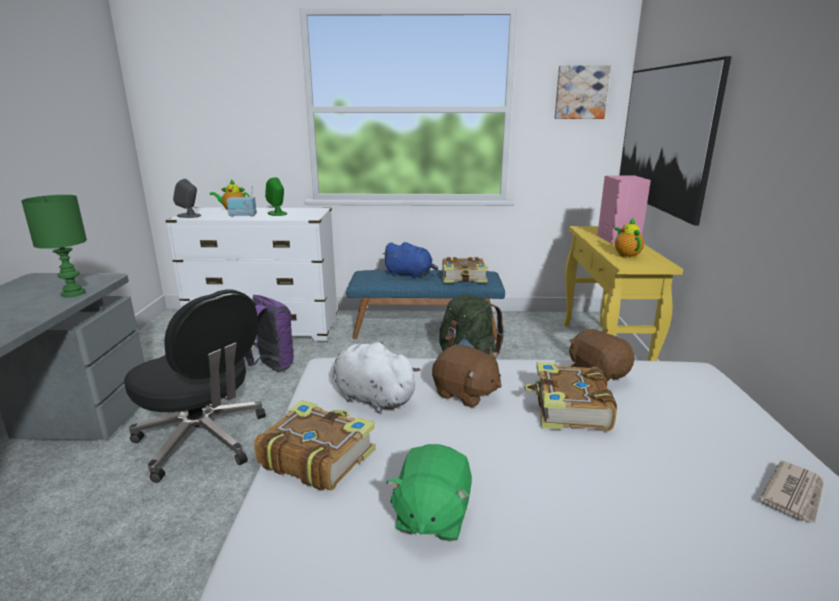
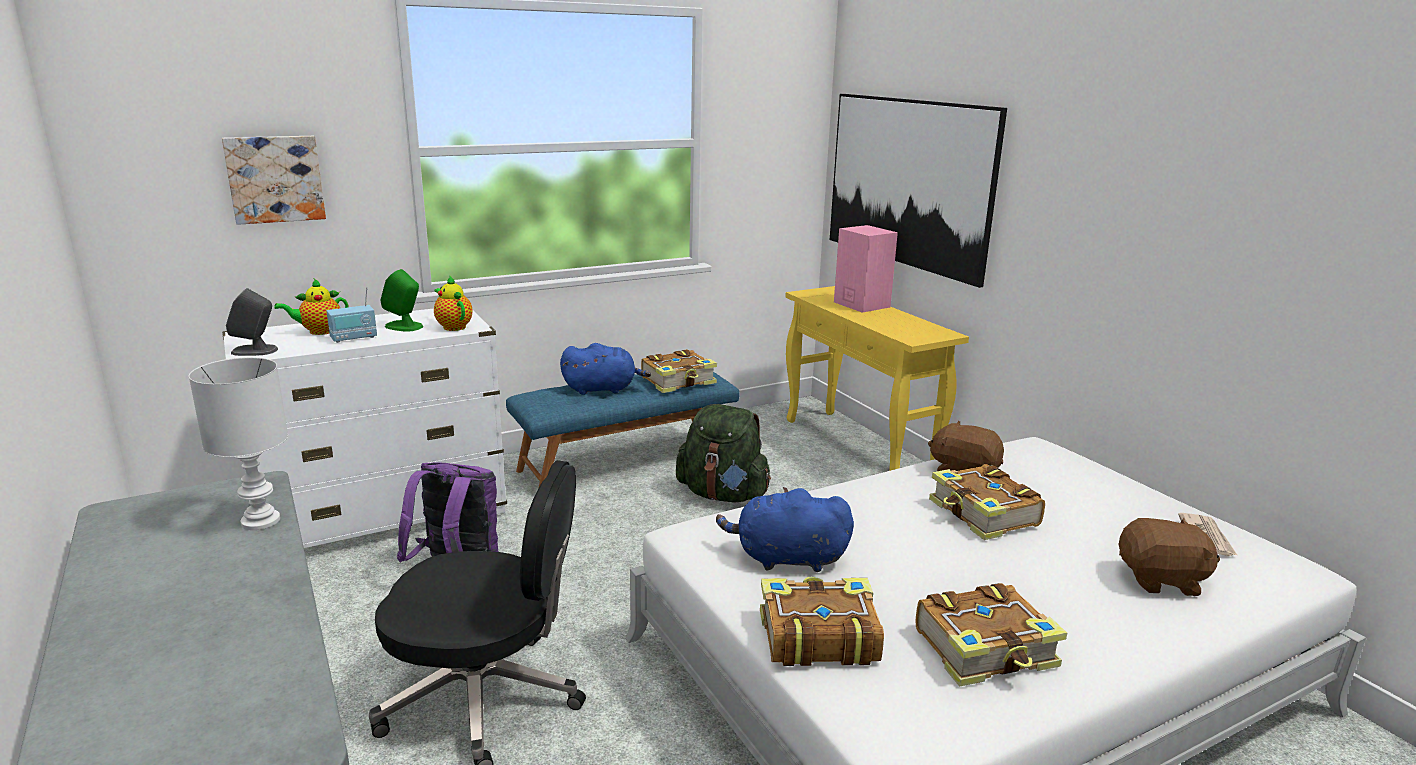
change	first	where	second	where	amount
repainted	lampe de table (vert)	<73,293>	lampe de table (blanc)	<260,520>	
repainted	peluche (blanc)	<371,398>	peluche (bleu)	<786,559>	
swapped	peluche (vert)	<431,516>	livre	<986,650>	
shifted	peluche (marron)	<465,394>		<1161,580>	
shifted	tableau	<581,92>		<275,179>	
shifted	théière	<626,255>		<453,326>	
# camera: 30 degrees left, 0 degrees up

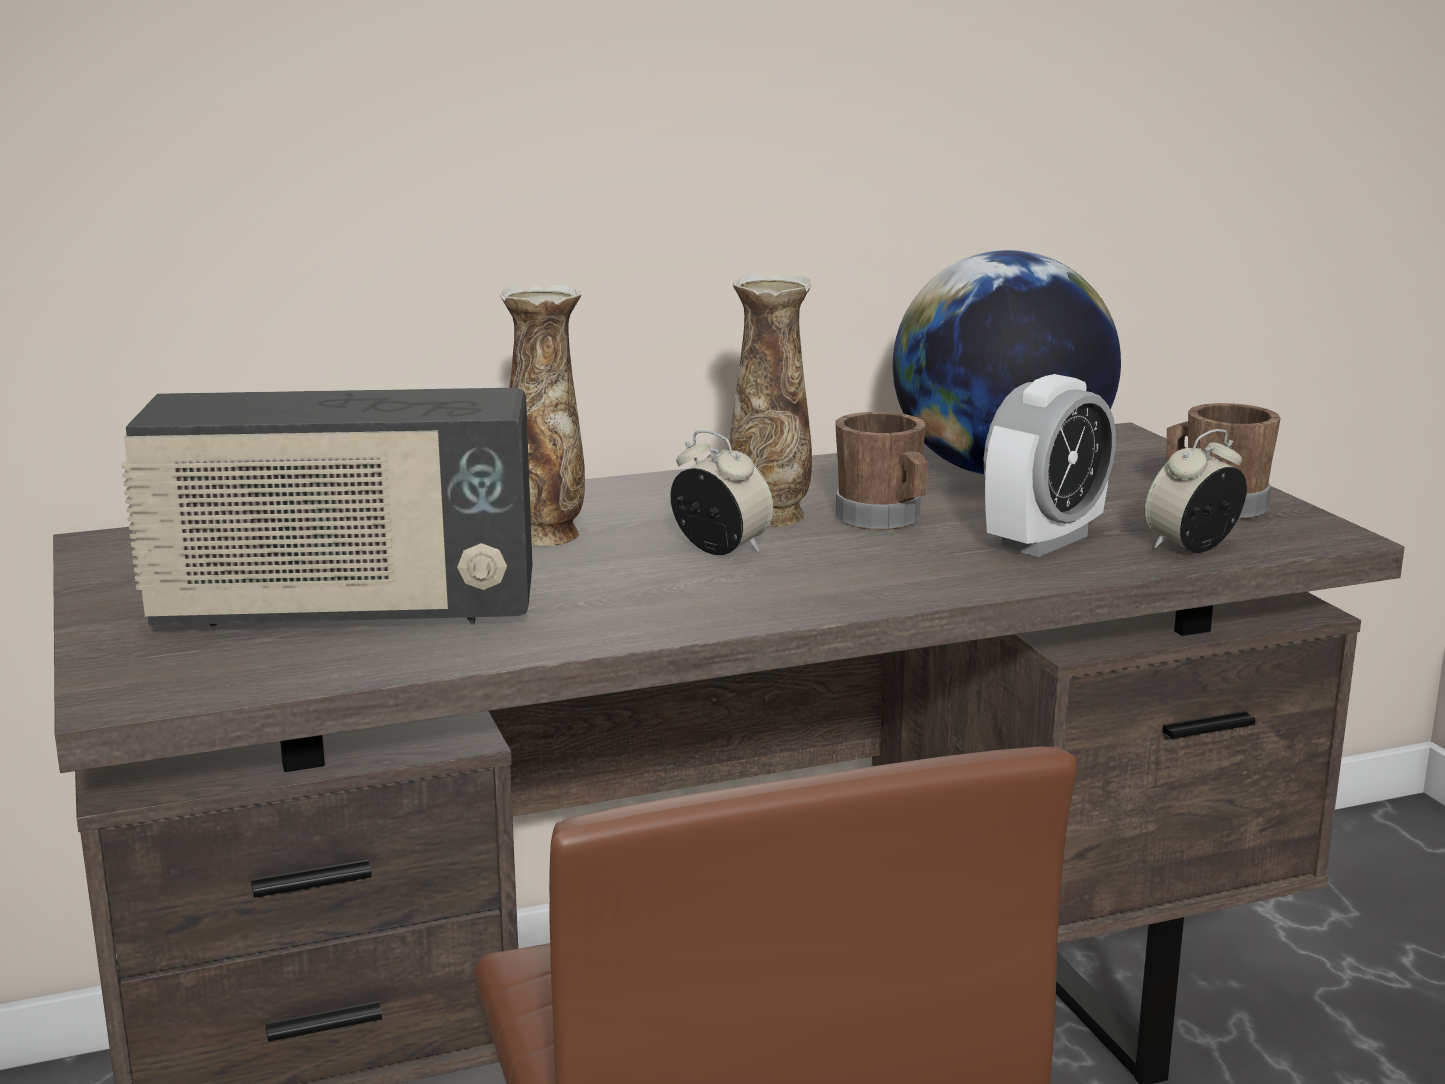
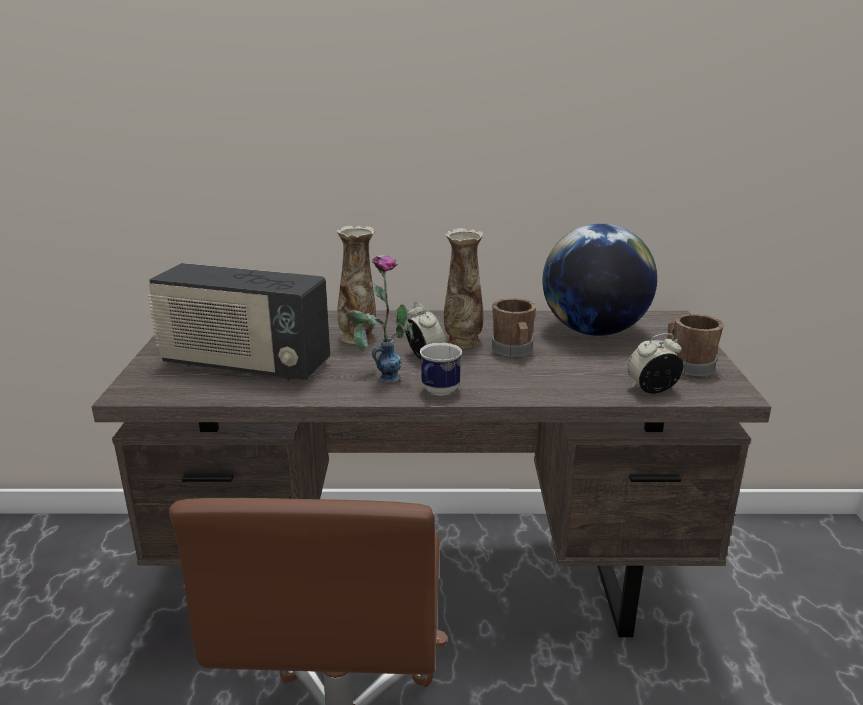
change	first	where	second	where	amount
gone	réveil	<1044,541>			
new			vase	<381,374>	
new			mug	<437,392>	
# camera: 20 degrees right, 5 degrees up

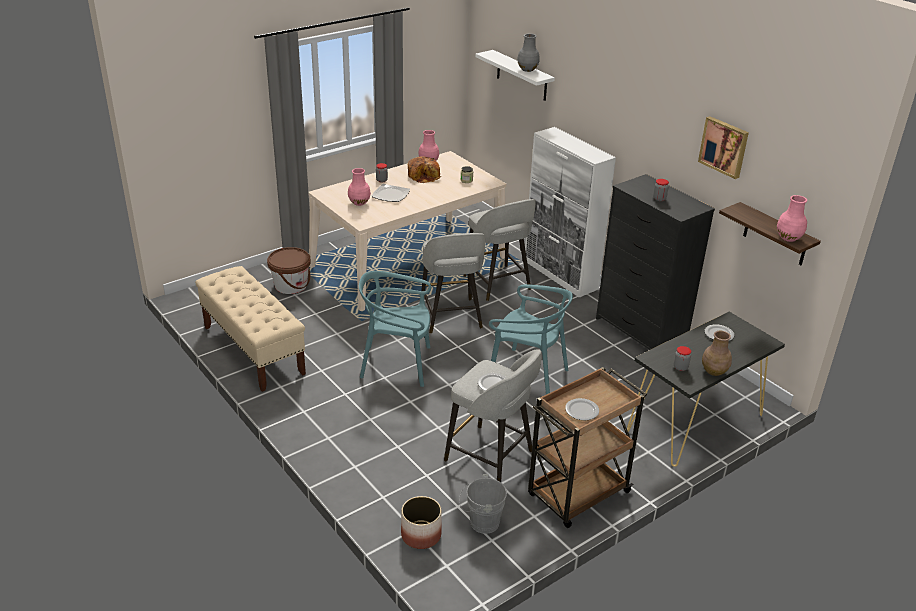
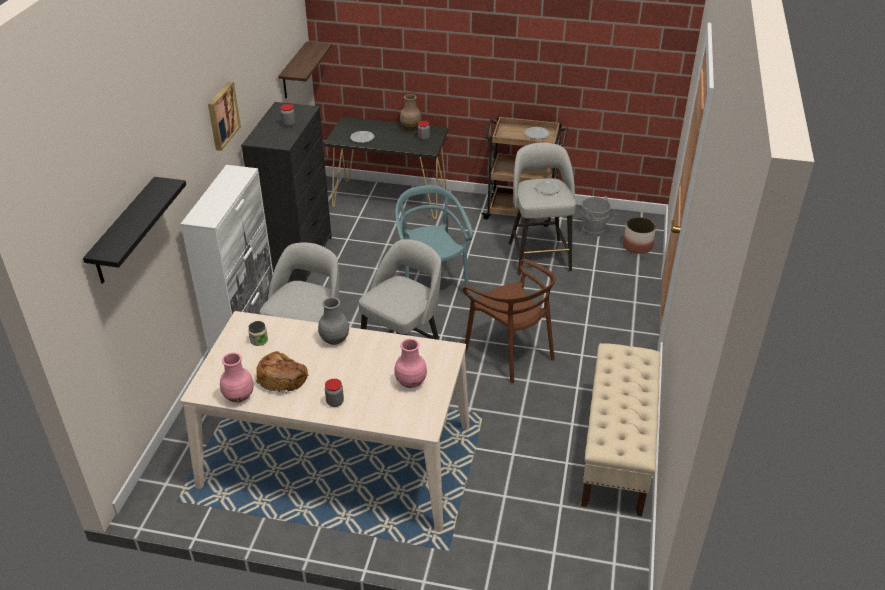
change	first	where	second	where	amount
gone	seau (marron)	<291,285>			
repainted	chaise (turquoise)	<397,364>	chaise (marron)	<510,352>	
gone	assiette	<391,195>			
repainted	étagère (blanc)	<522,76>	étagère (noir)	<125,232>	
shifted	vase (gris)	<527,69>		<335,339>	
shifted	tableau	<724,146>		<222,115>	
gone	vase (rose)	<789,238>			
# camera: 130 degrees left, 5 degrees up

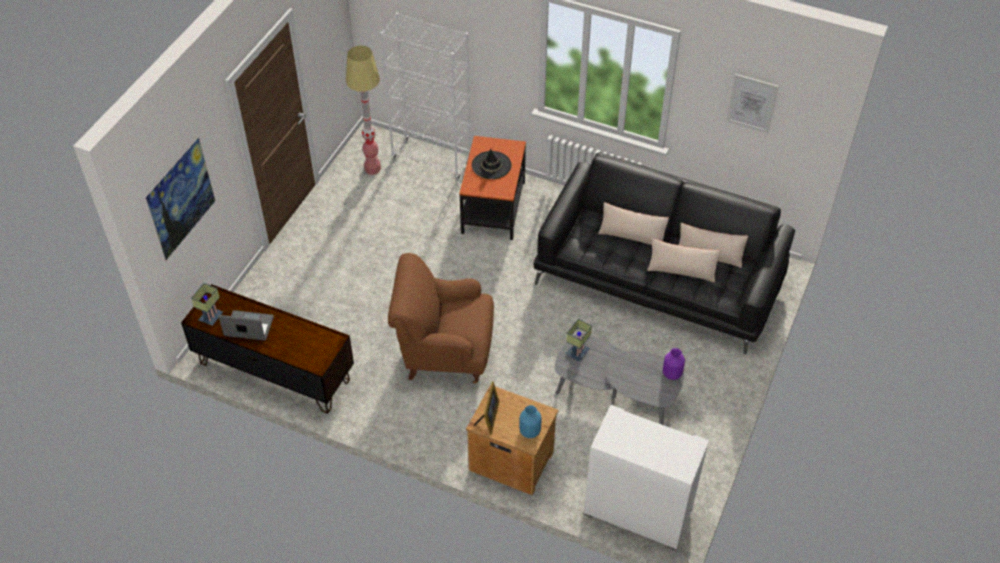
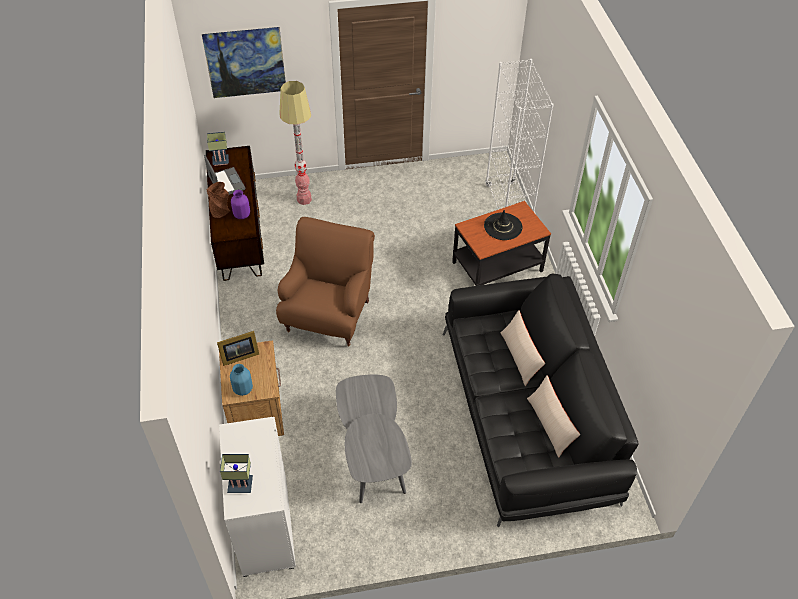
change	first	where	second	where	amount
shifted	lampadaire	<372,169>		<304,199>	
rotated	fauteuil (marron)	<445,352>		<329,315>	45 degrees clockwise
shifted	lampe de table	<577,353>		<239,486>	
gone	coussin (beige)	<681,270>			
shifted	vase (violet)	<672,373>		<242,215>	
gone	tableau	<752,103>			
new			vase (marron)	<220,210>	
# camera: 55 degrees right, 0 degrees up

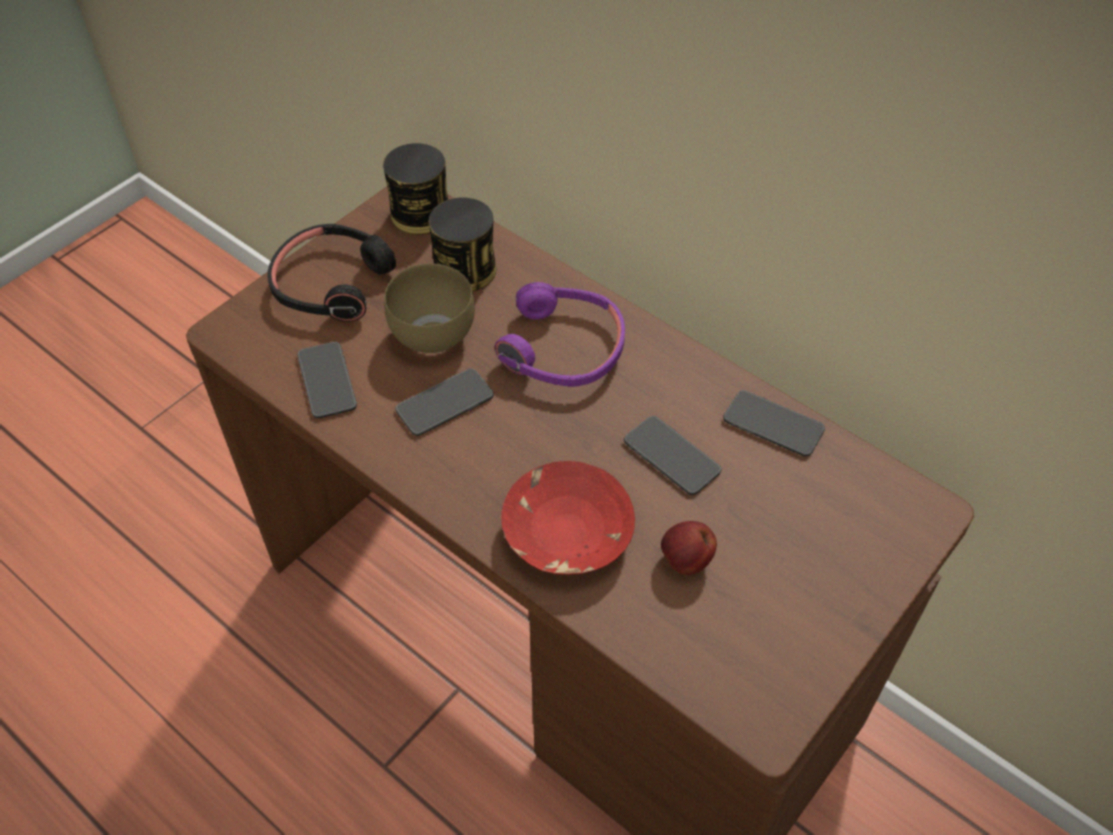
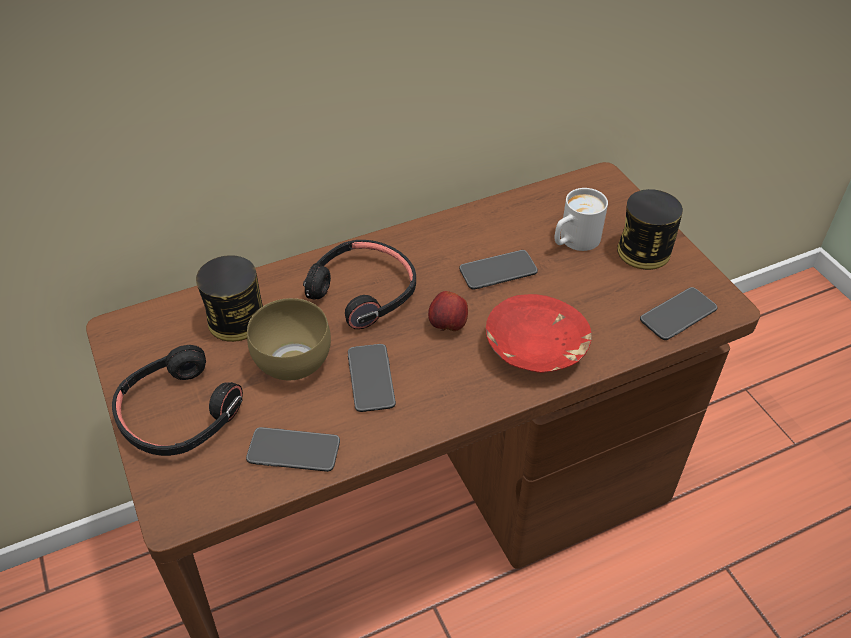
change	first	where	second	where	amount
shifted	boîte métallique	<420,214>		<643,251>	
repainted	casque audio (violet)	<563,349>	casque audio (noir)	<363,291>	
shifted	pomme	<685,561>		<448,326>	
shifted	téléphone	<773,424>		<678,315>	
new			mug (blanc)	<573,241>	
# camera: 65 degrees left, 5 degrees down

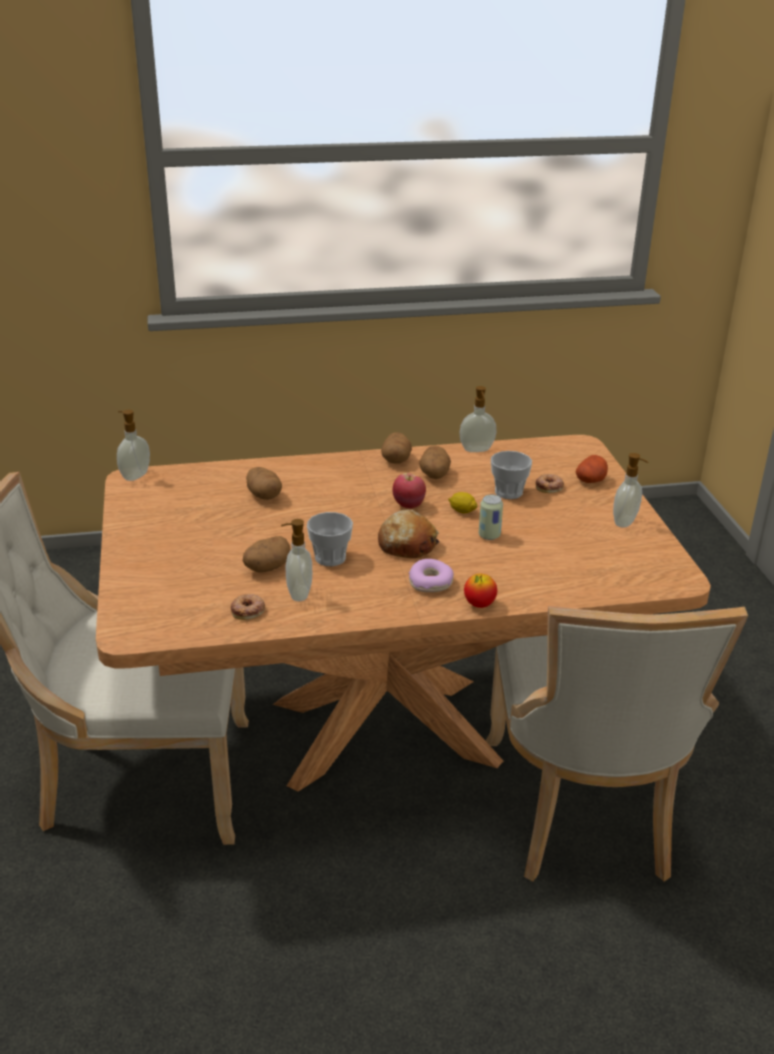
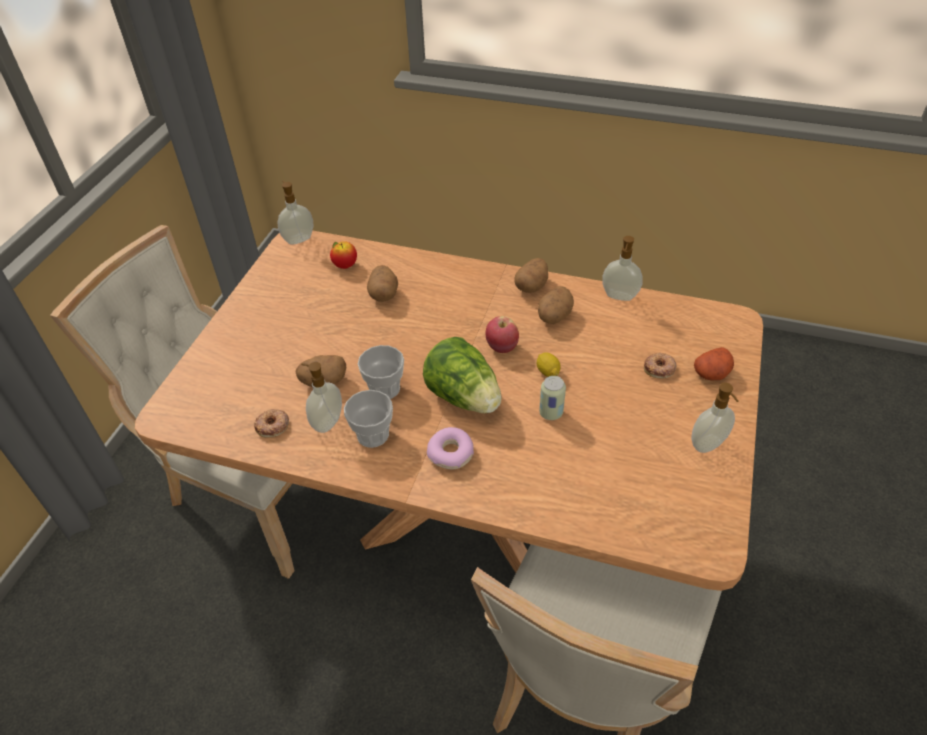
change	first	where	second	where	amount
swapped	pain	<407,544>	laitue	<464,397>	
shifted	pomme	<479,604>		<345,265>	
shifted	tasse	<508,492>		<373,435>	
# camera: 30 degrees right, 15 degrees up

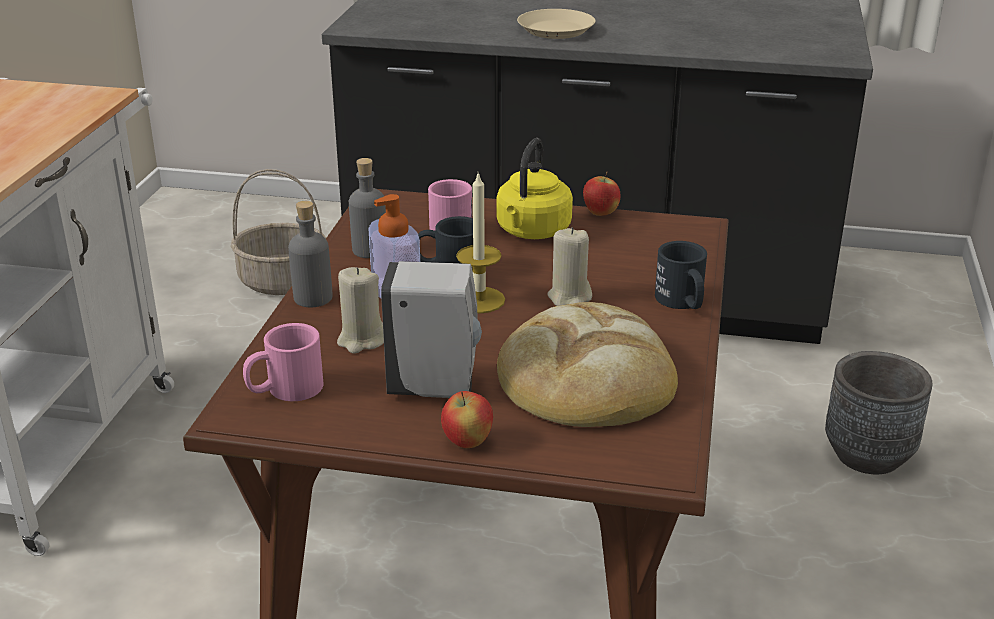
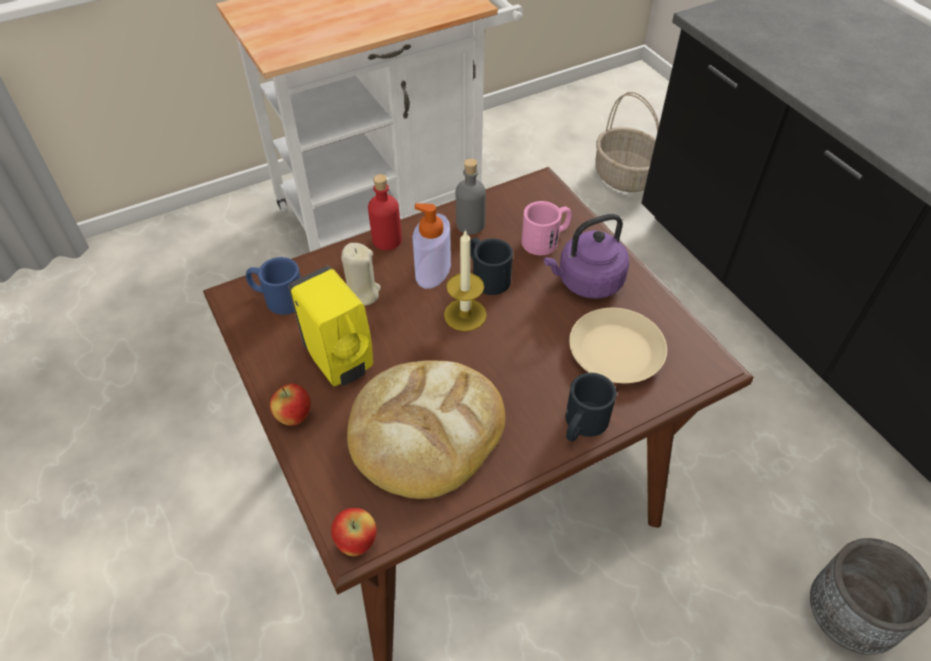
change	first	where	second	where	amount
repainted	mug (rose)	<284,390>	mug (bleu)	<277,298>	
repainted	bouteille (gris)	<313,298>	bouteille (rouge)	<387,240>	
repainted	distributeur de savon (blanc)	<436,388>	distributeur de savon (jaune)	<341,363>	
repainted	bouilloire (jaune)	<532,232>	bouilloire (violet)	<586,282>	
shifted	assiette (beige)	<556,30>		<617,352>	
gone	bougie (beige)	<570,297>			
shifted	pomme	<600,214>		<356,542>	
# camera: 50 degrees right, 20 degrees up

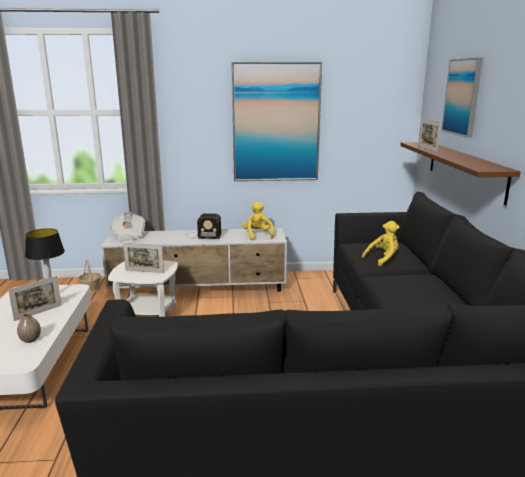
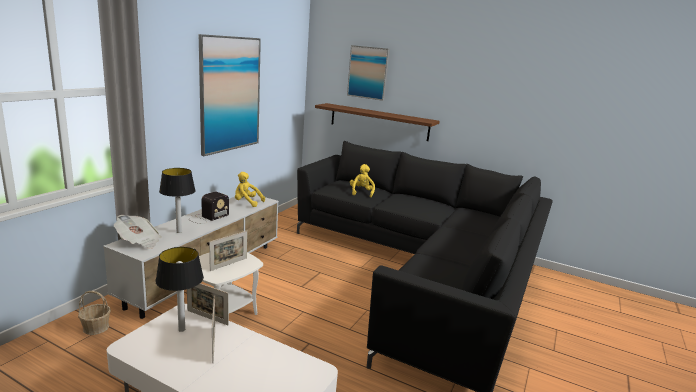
change	first	where	second	where	amount
gone	vase	<30,340>			
shifted	cadre photo	<427,149>		<207,317>	
new			lampe de table	<179,232>	
# camera: 60 degrees left, 0 degrees up

